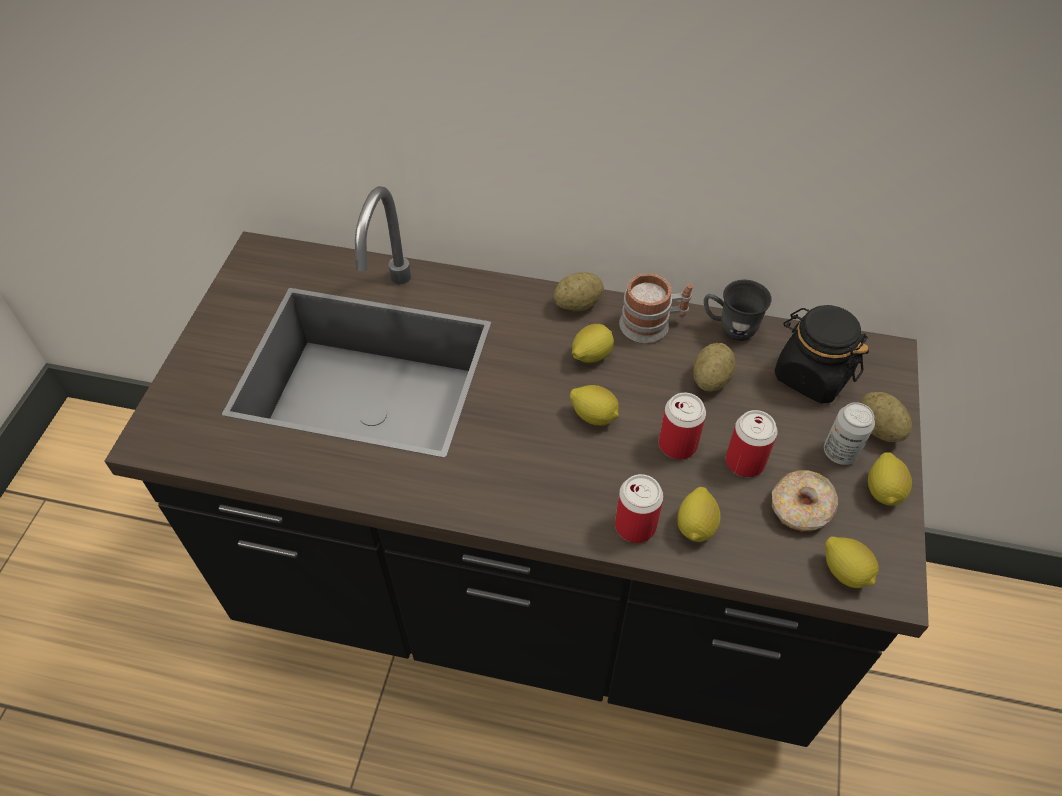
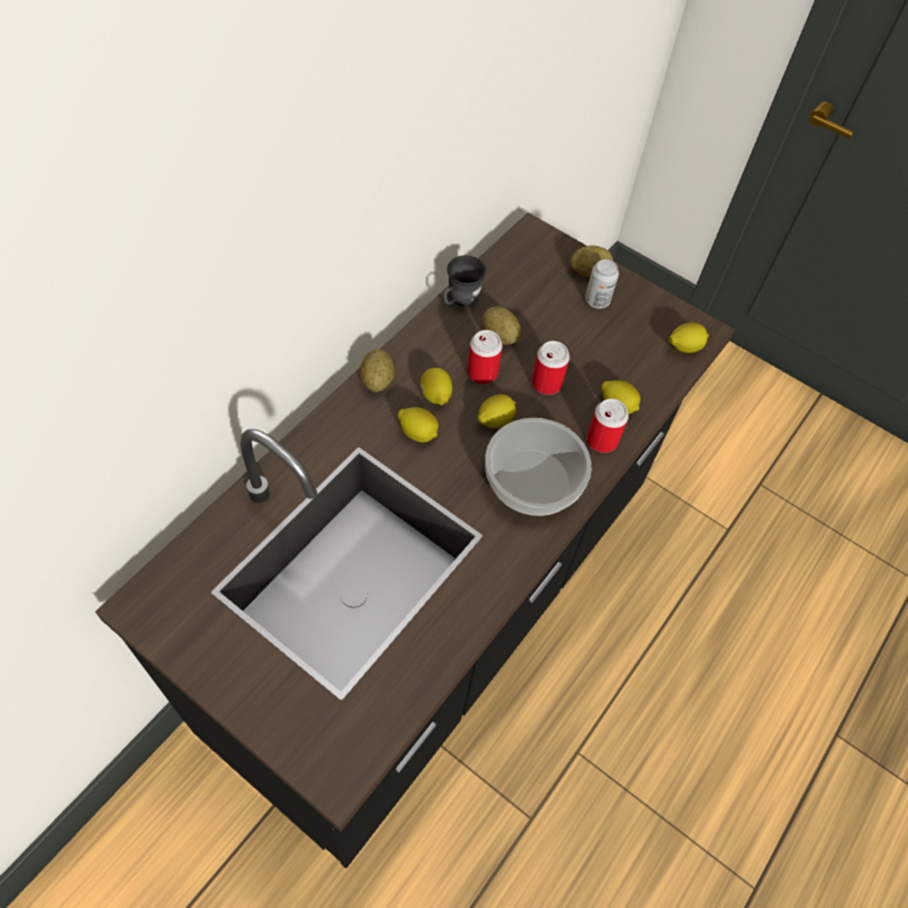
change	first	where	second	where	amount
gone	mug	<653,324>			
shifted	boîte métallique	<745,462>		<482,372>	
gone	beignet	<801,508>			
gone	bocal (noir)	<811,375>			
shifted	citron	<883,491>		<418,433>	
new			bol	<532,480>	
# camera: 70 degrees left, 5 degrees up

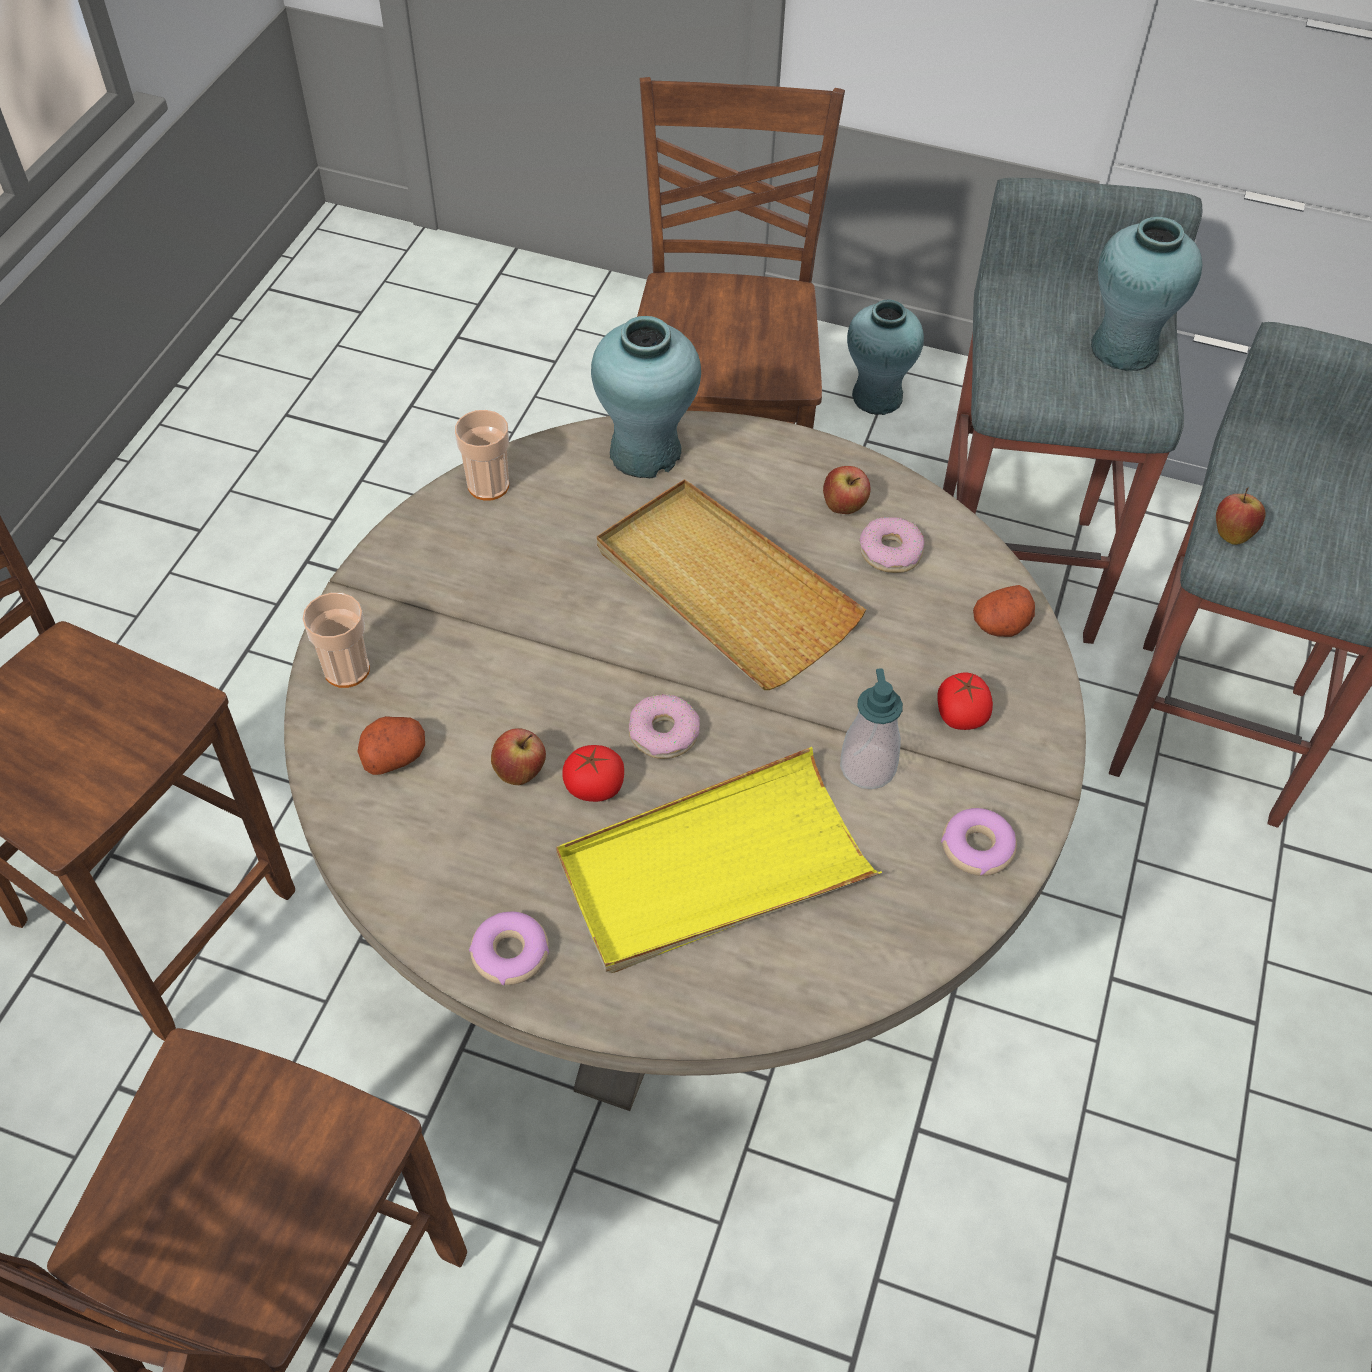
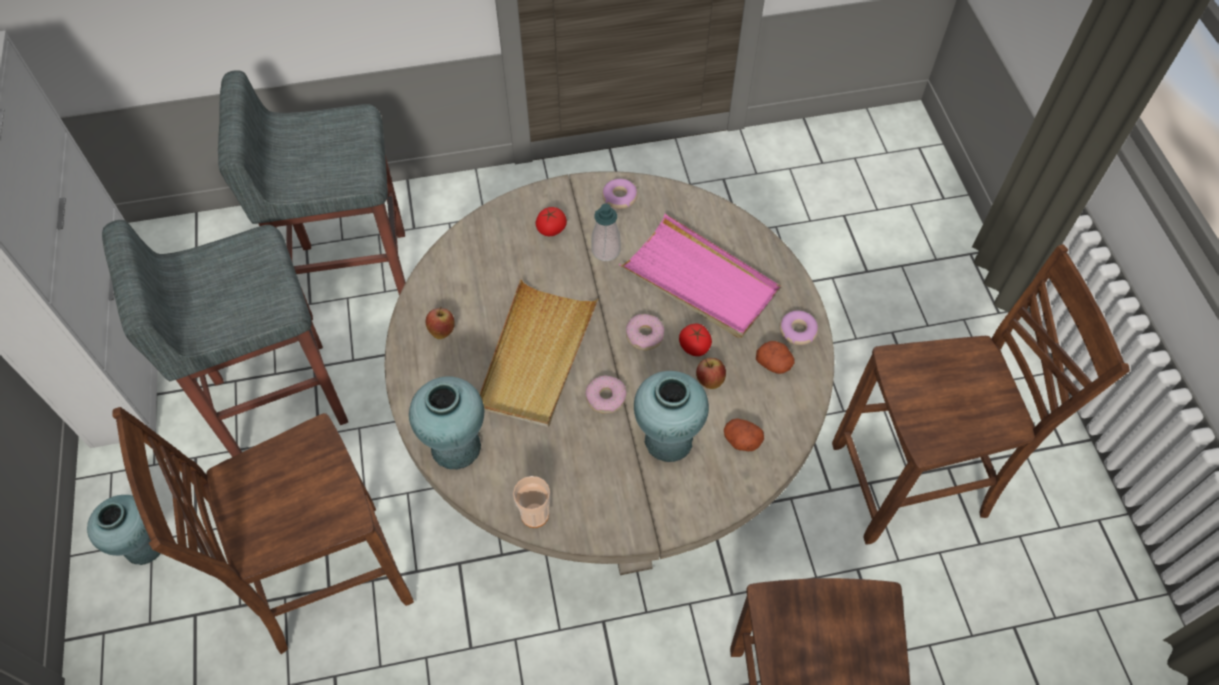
change	first	where	second	where	amount
gone	tasse	<347,669>			
repainted	plateau (jaune)	<713,868>	plateau (rose)	<700,281>	
shifted	beignet	<890,552>		<606,397>	
shifted	pomme de terre	<1000,625>		<774,363>	
shifted	vase (turquoise)	<1123,349>		<668,440>	
gone	pomme	<1232,533>			
# camera: 120 degrees left, 5 degrees up

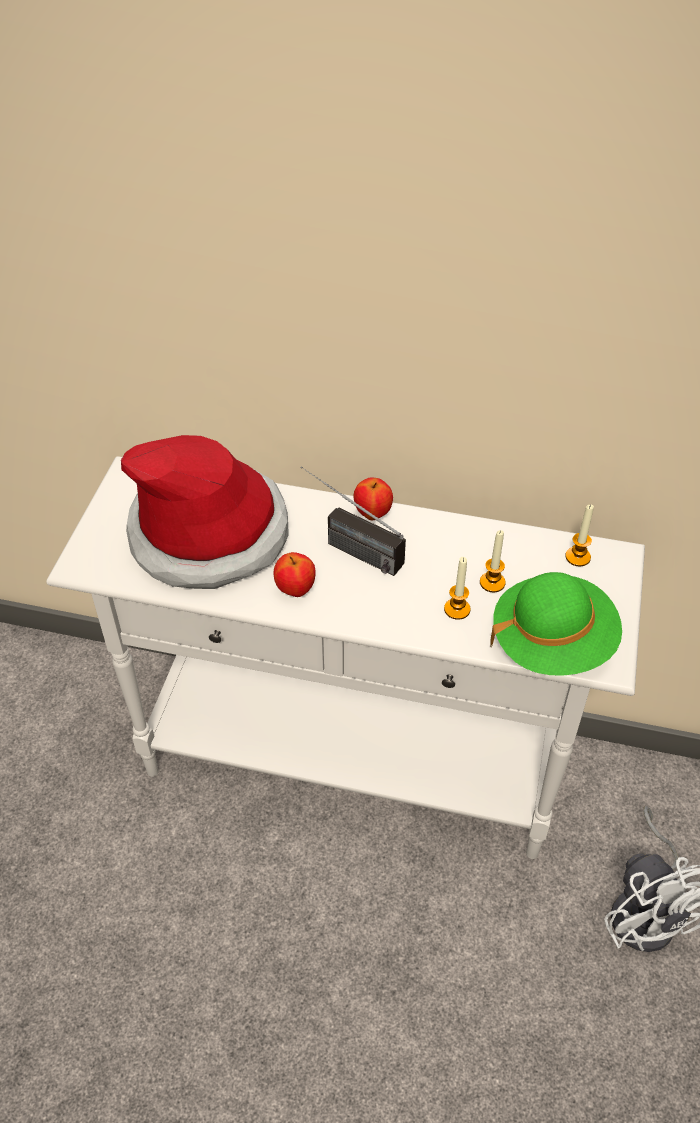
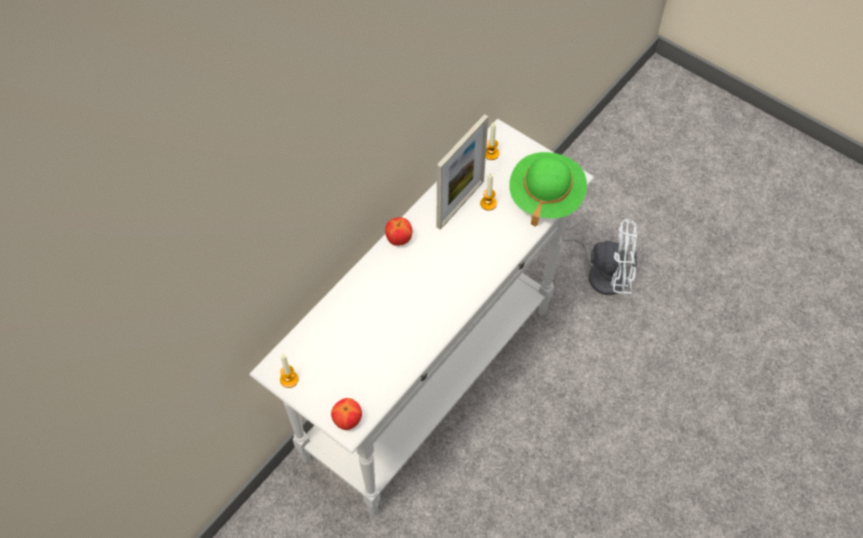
change	first	where	second	where	amount
gone	chapeau	<209,533>			
shifted	pomme	<295,590>		<347,421>	
gone	radio	<346,546>			
shifted	bougie	<457,609>		<289,379>	
new			cadre photo	<460,204>	
# camera: 65 degrees left, 10 degrees up

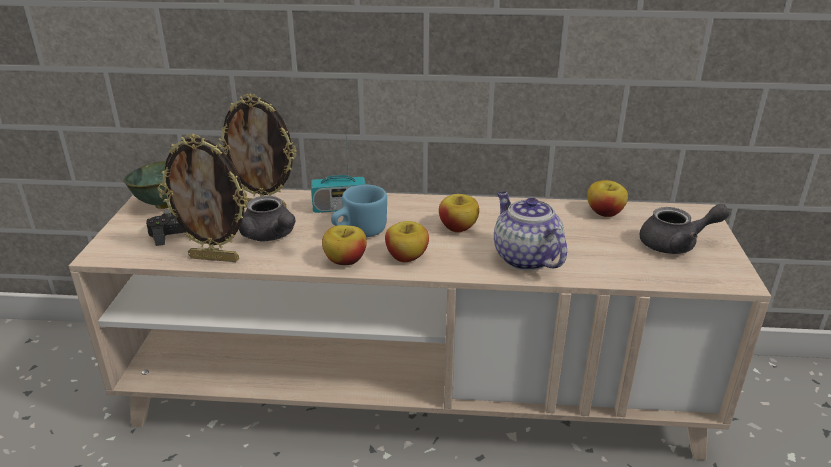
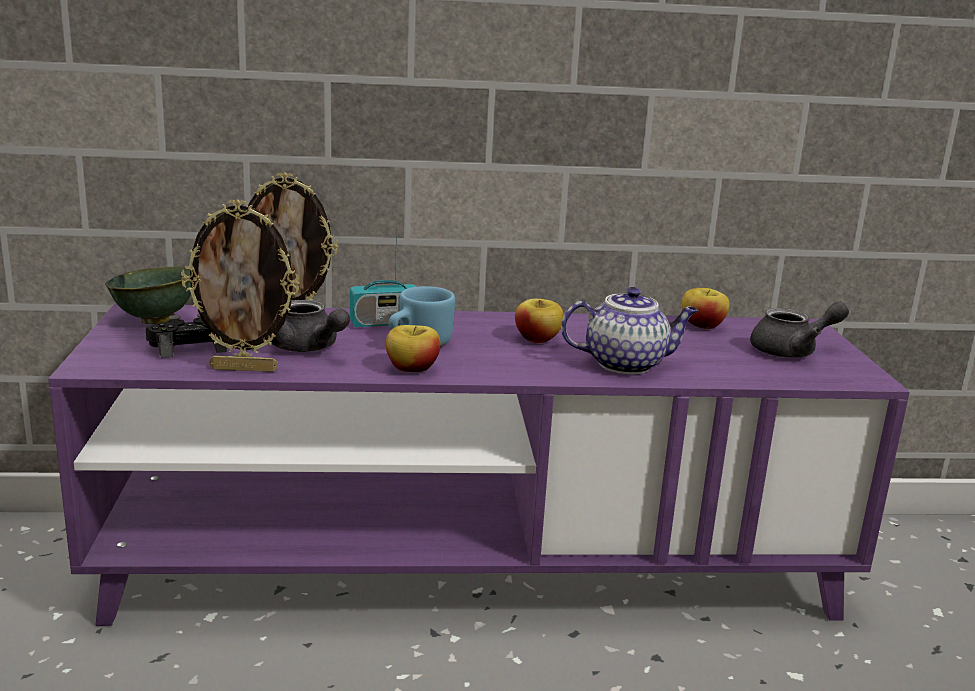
change	first	where	second	where	amount
repainted	meuble télé (beige)	<415,393>	meuble télé (violet)	<475,570>	
gone	pomme	<406,257>			
rotated	théière	<524,257>		<626,364>	120 degrees clockwise
# camera: 10 degrees left, 10 degrees down

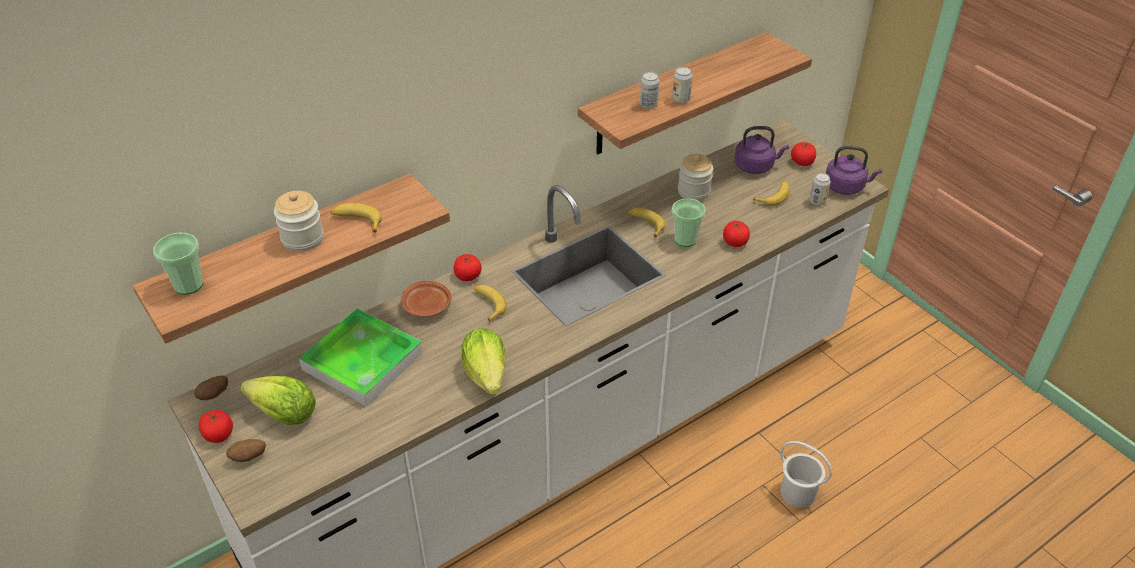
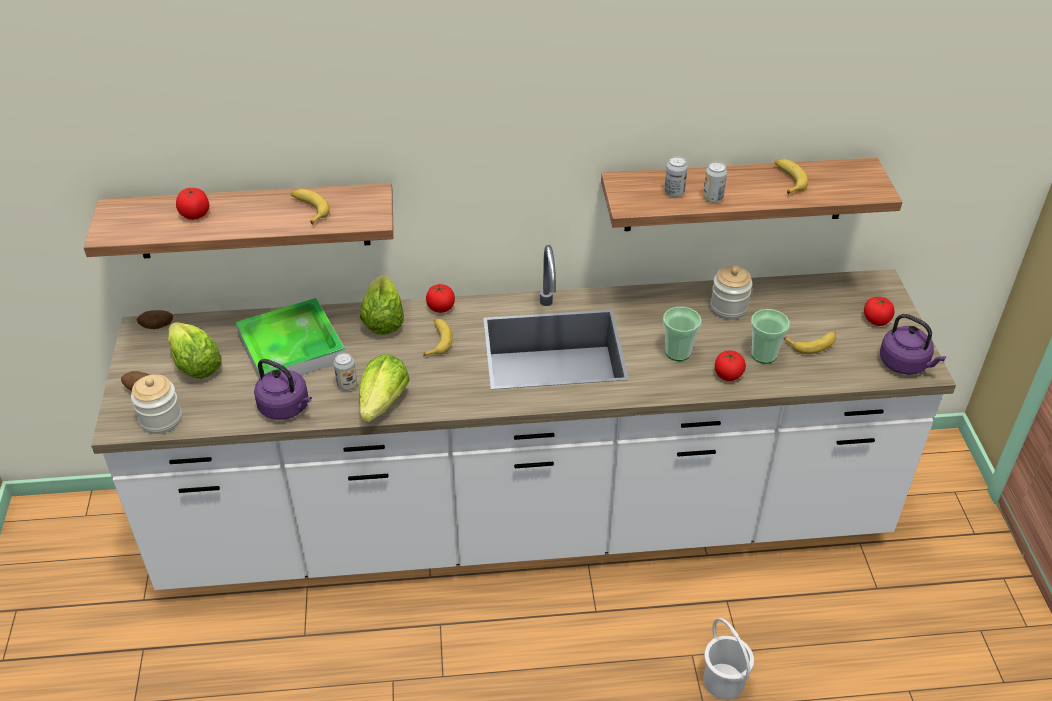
change	first	where	second	where	amount
shifted	tasse	<188,285>		<763,355>	
shifted	tomate	<219,435>		<195,214>	
shifted	bocal	<302,238>		<161,419>	
swapped	assiette (marron)	<427,306>	laitue	<383,321>	
shifted	banane	<645,224>		<787,180>	
shifted	bouilloire (violet)	<756,166>		<286,408>	
shifted	boîte métallique	<817,201>		<347,385>	
# camera: 30 degrees right, 0 degrees up

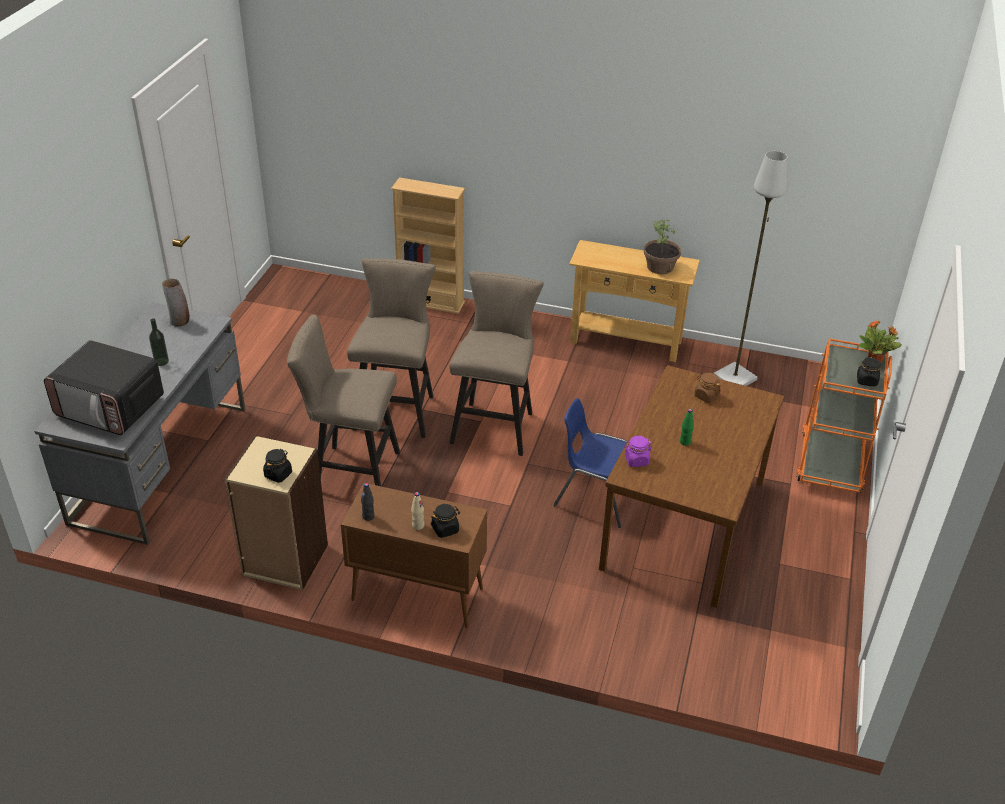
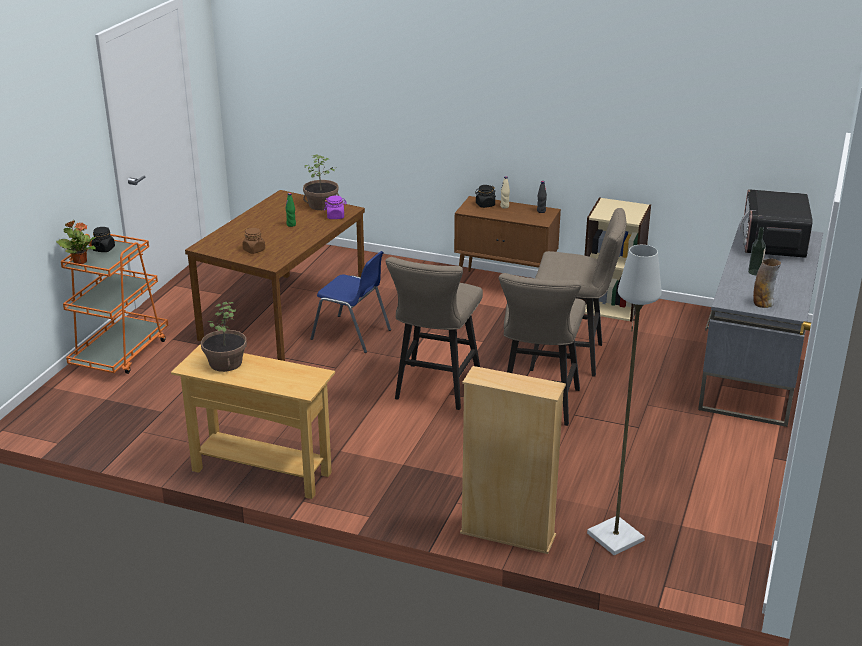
change	first	where	second	where	amount
rotated	micro-ondes	<111,407>		<773,243>	105 degrees counterclockwise
gone	bocal (noir)	<278,474>			
shifted	lampadaire (gris)	<735,378>		<614,537>	
new			plante en pot	<321,205>	
# camera: 175 degrees left, 10 degrees down

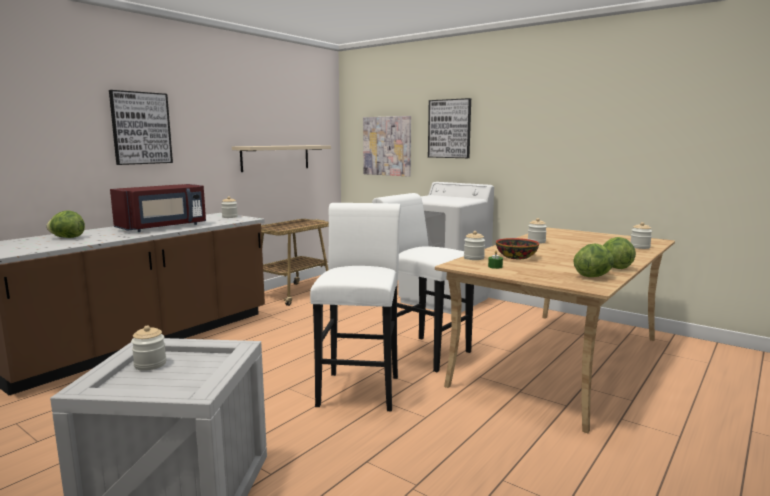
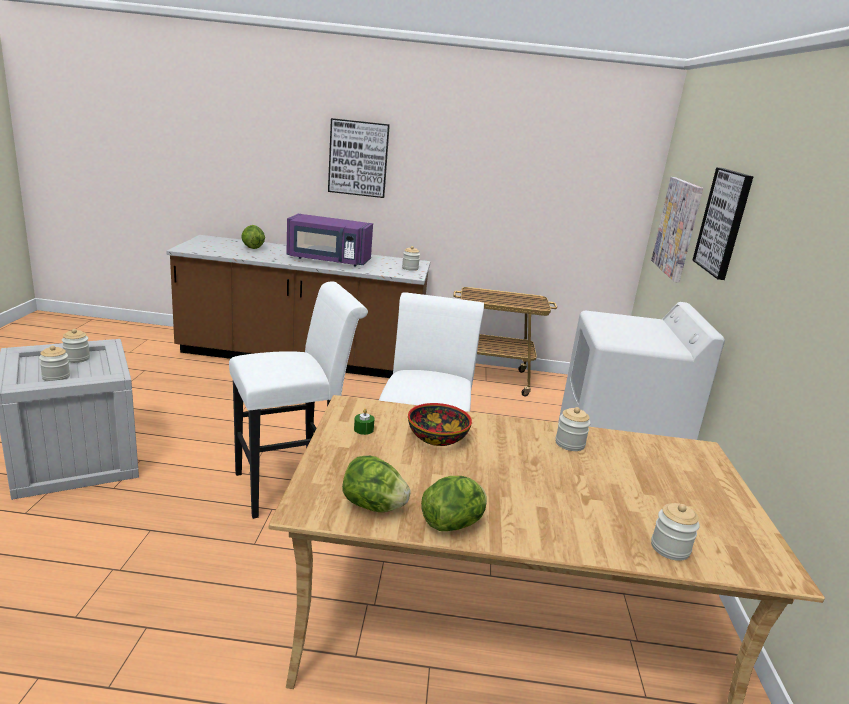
change	first	where	second	where	amount
repainted	micro-ondes (rouge)	<163,227>	micro-ondes (violet)	<328,260>	
gone	étagère (beige)	<275,158>			
shifted	bocal	<474,258>		<56,377>	
# camera: 55 degrees right, 10 degrees up

